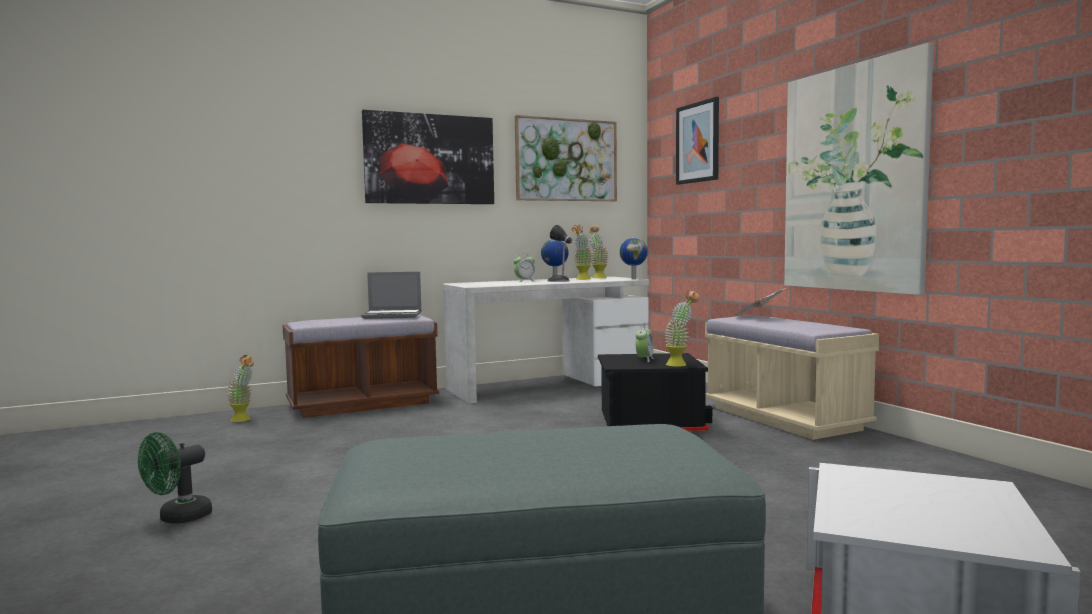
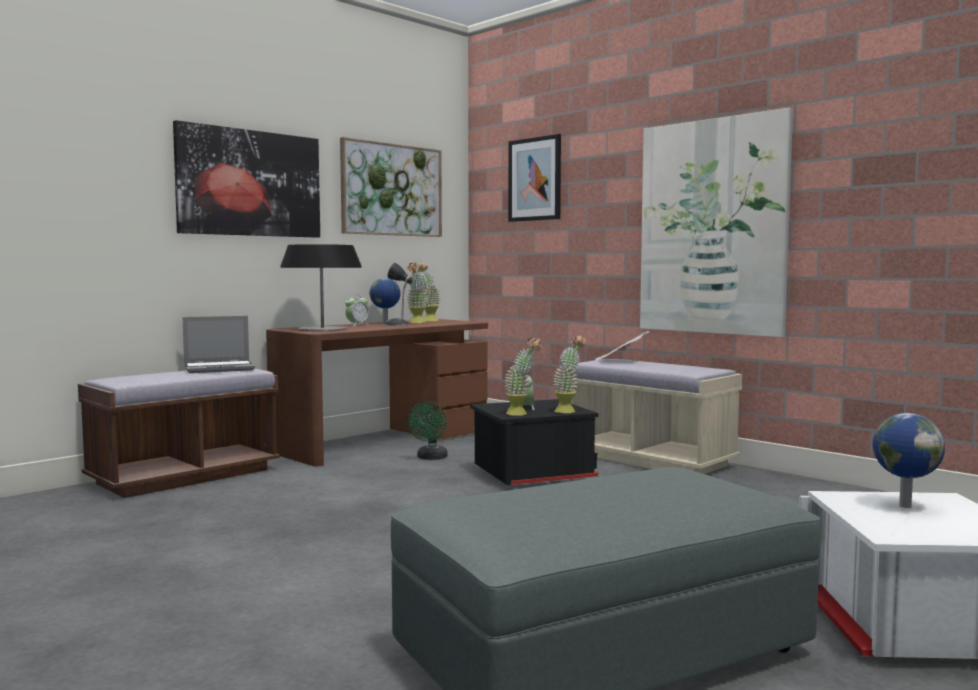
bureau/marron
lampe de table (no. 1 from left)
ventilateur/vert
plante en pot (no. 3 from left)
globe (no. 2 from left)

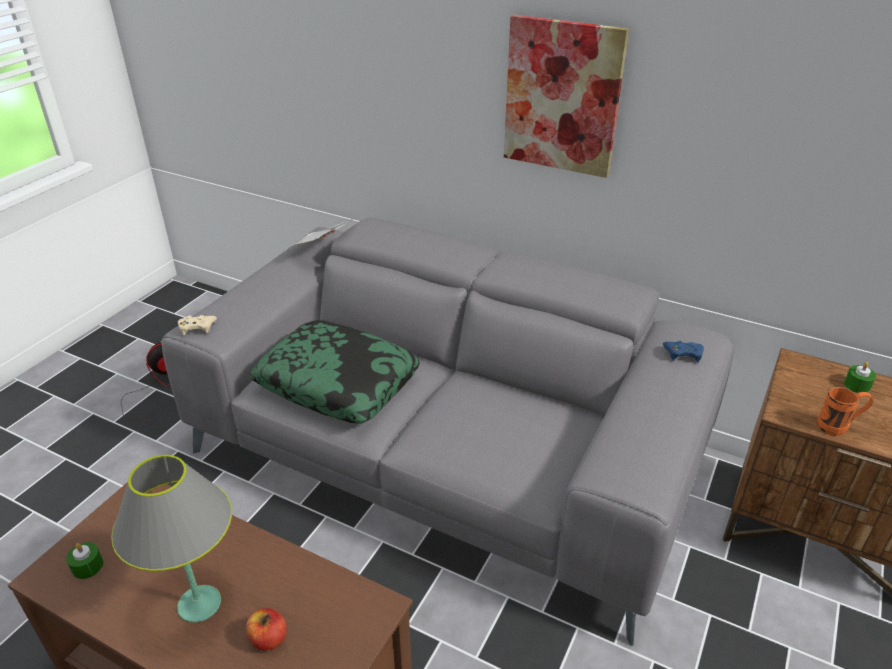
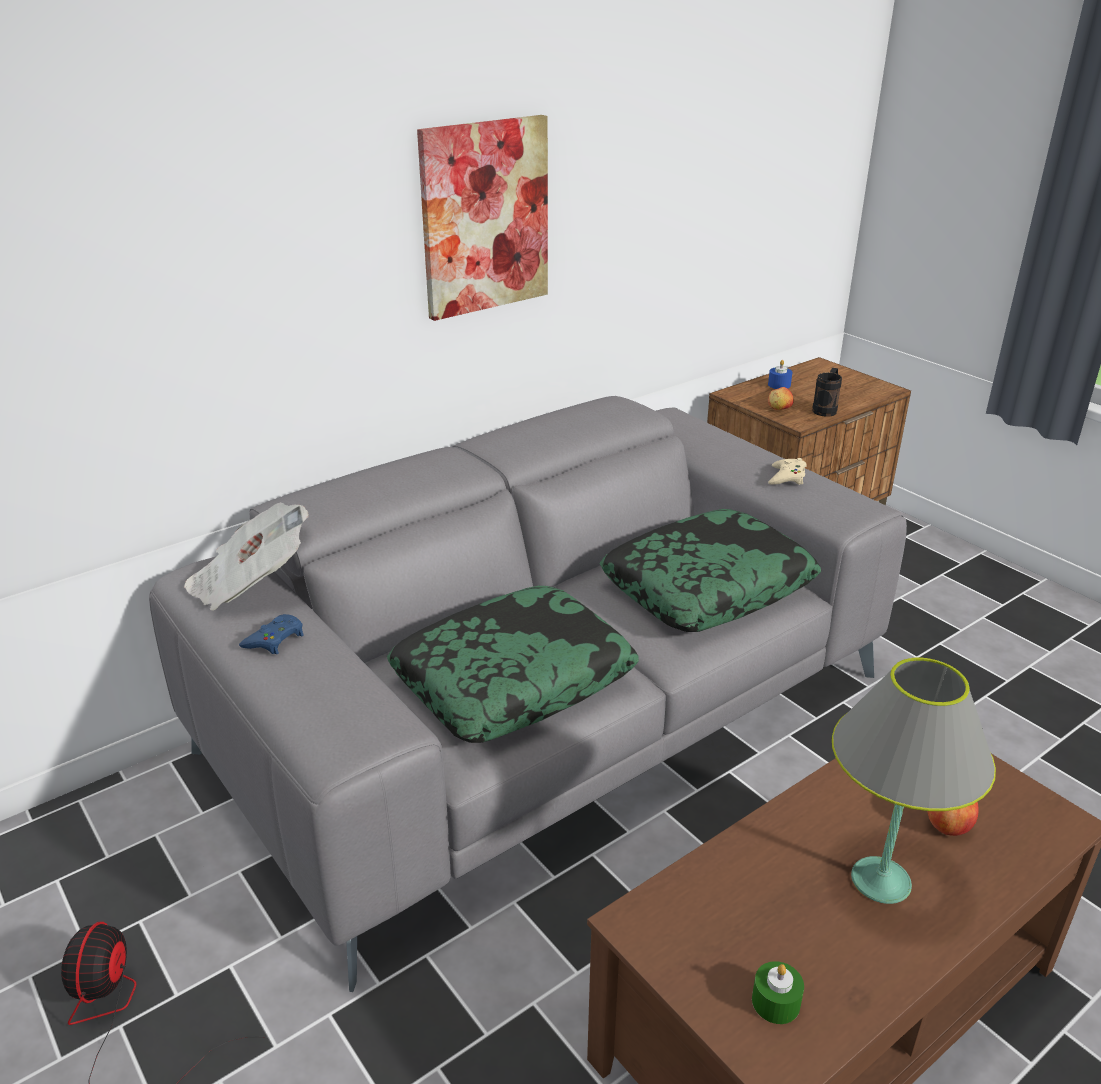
manette/bleu
coussin (no. 2 from left)
bougie/bleu
pomme (no. 1 from left)
manette/beige
mug/noir

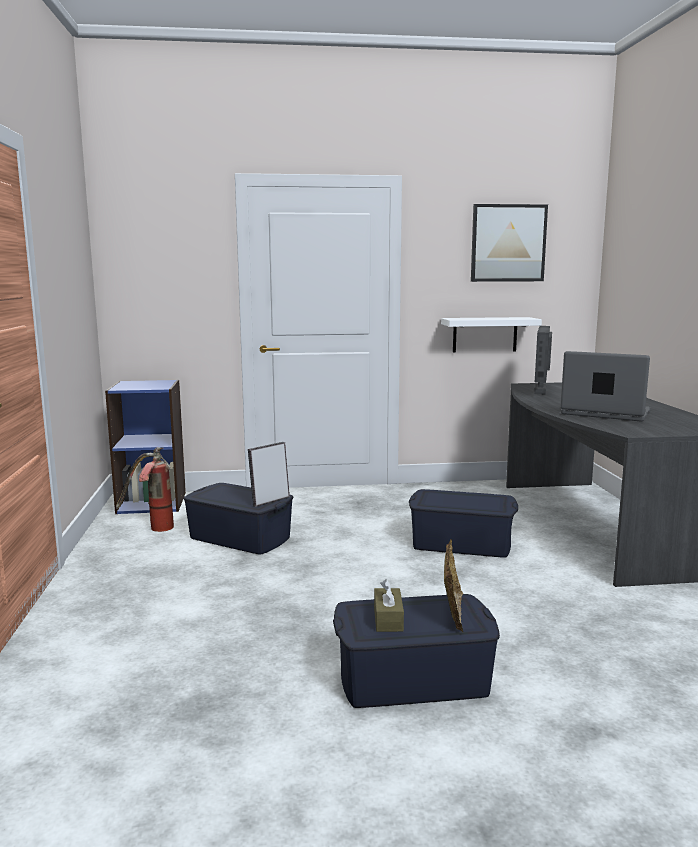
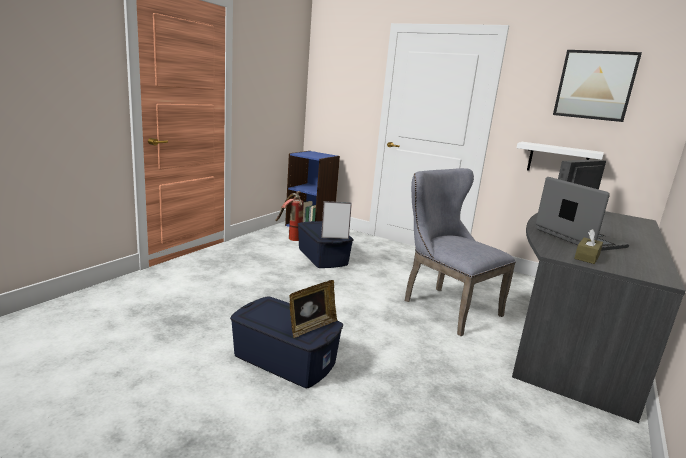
chaise/gris
boîte à mouchoirs/marron

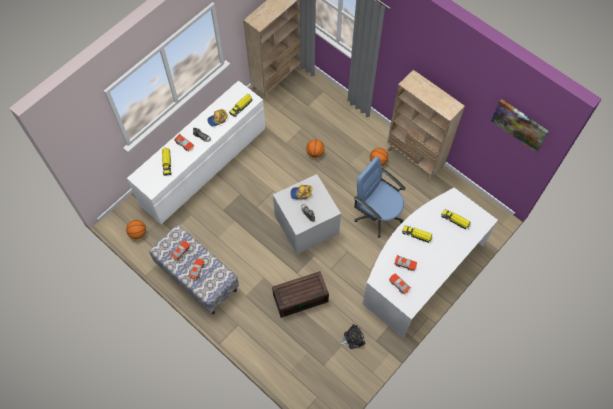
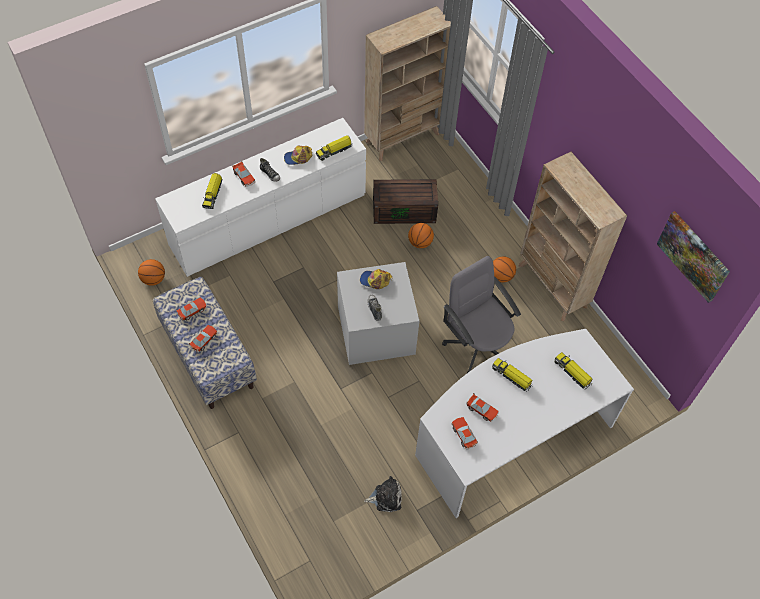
boîte de rangement/marron
chaise de bureau/gris

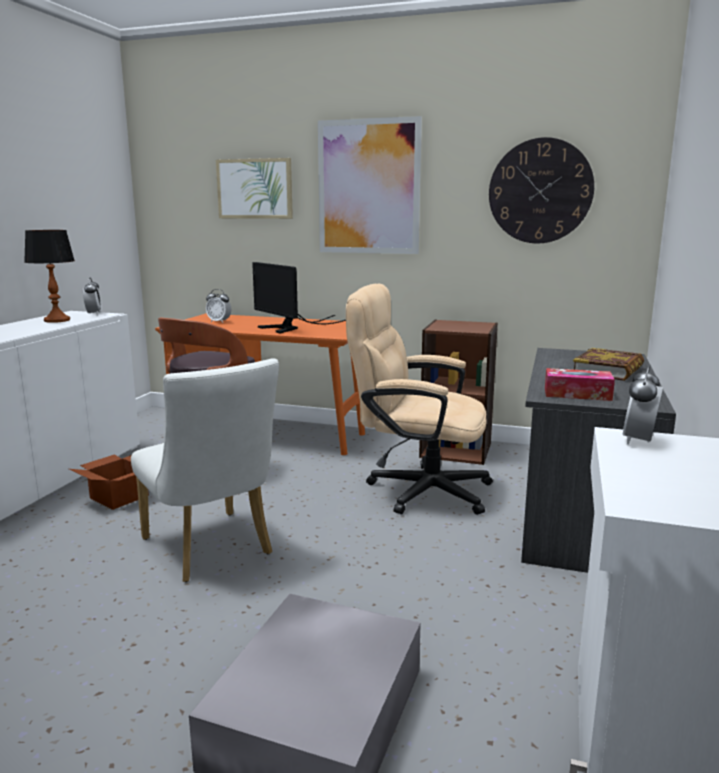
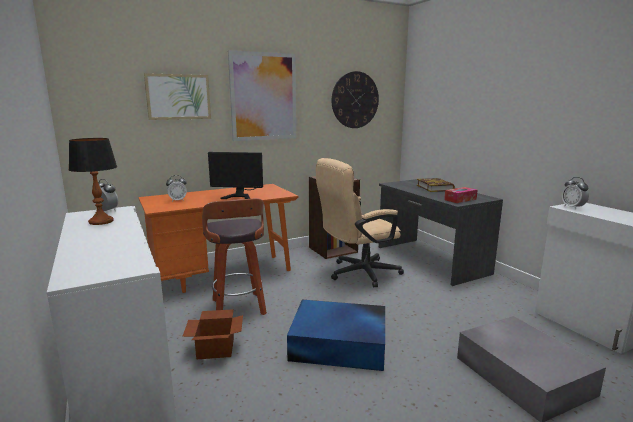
boîte de rangement/bleu

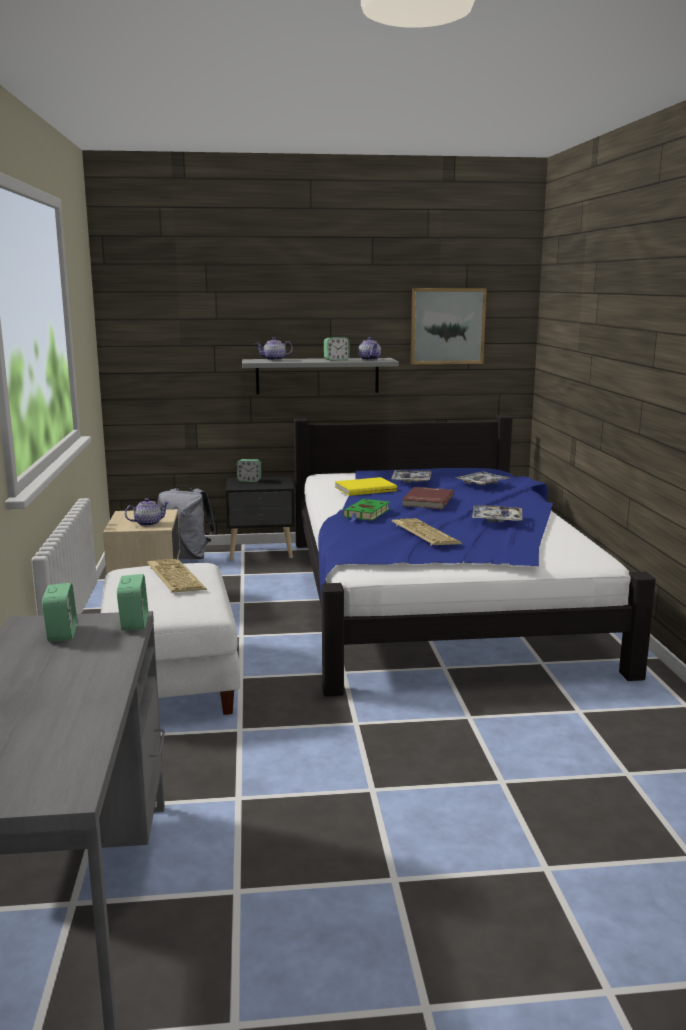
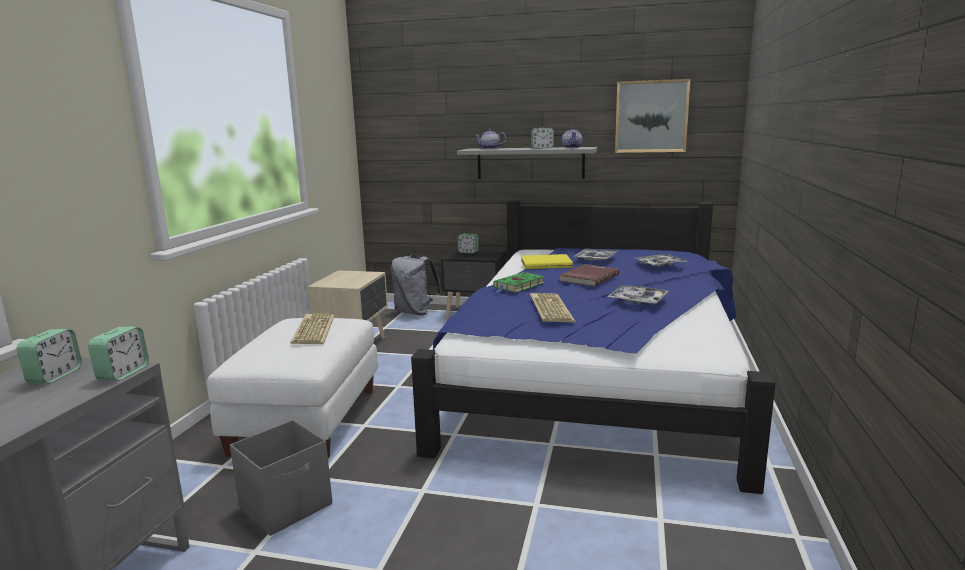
boîte de rangement/gris
théière (no. 1 from left in the first image)

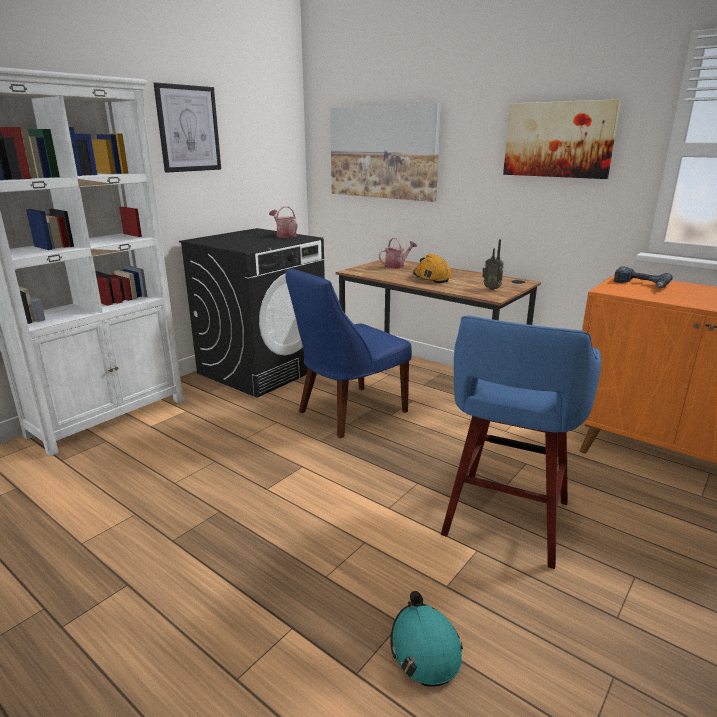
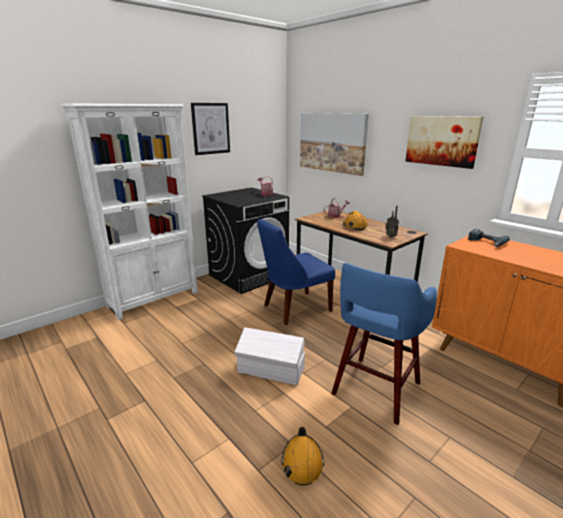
boîte de rangement/blanc
casque de chantier/orange (no. 1 from left)

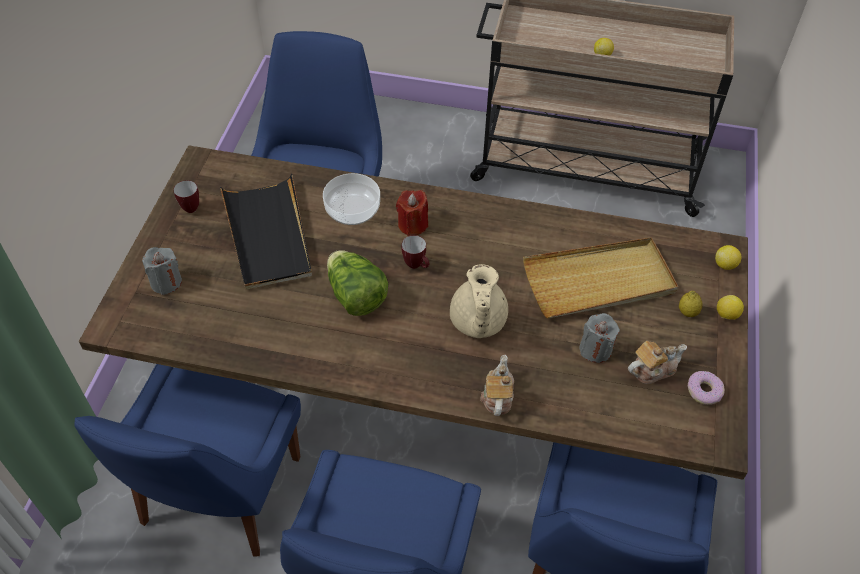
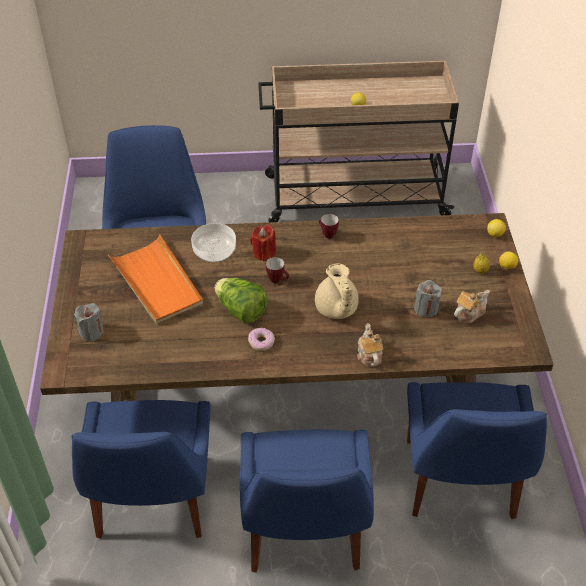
plateau/orange
beignet
mug (no. 2 from left)
plateau/beige

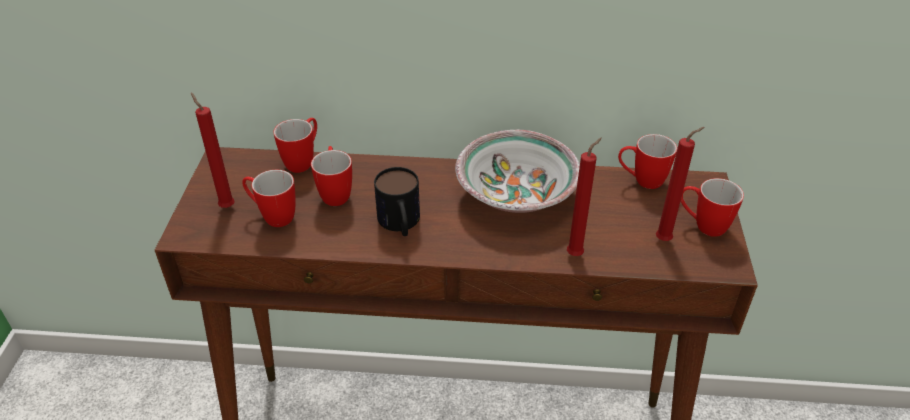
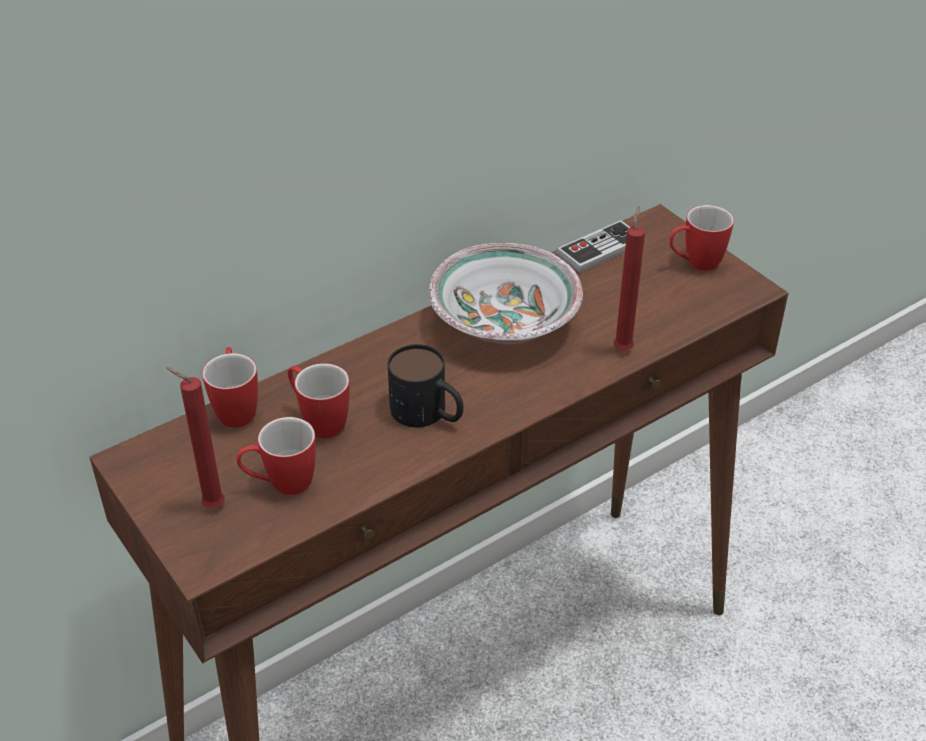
manette
bougie/rouge (no. 3 from left in the first image)

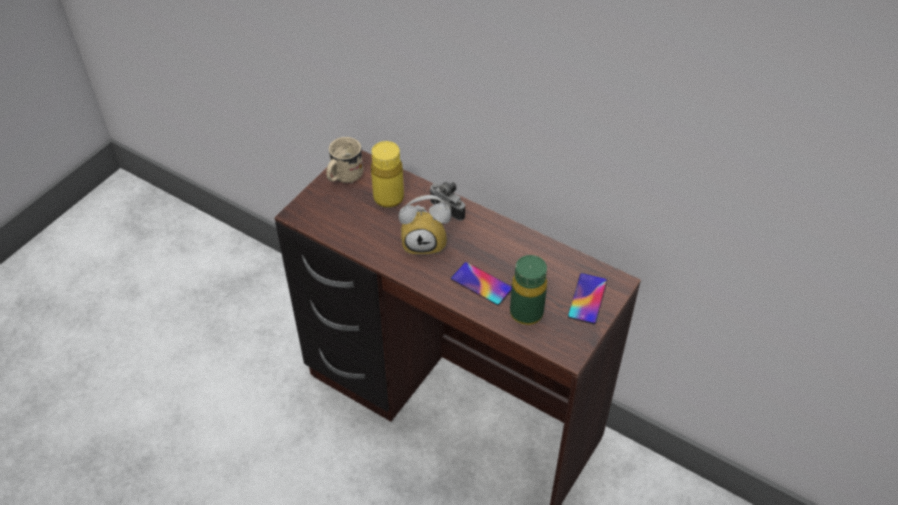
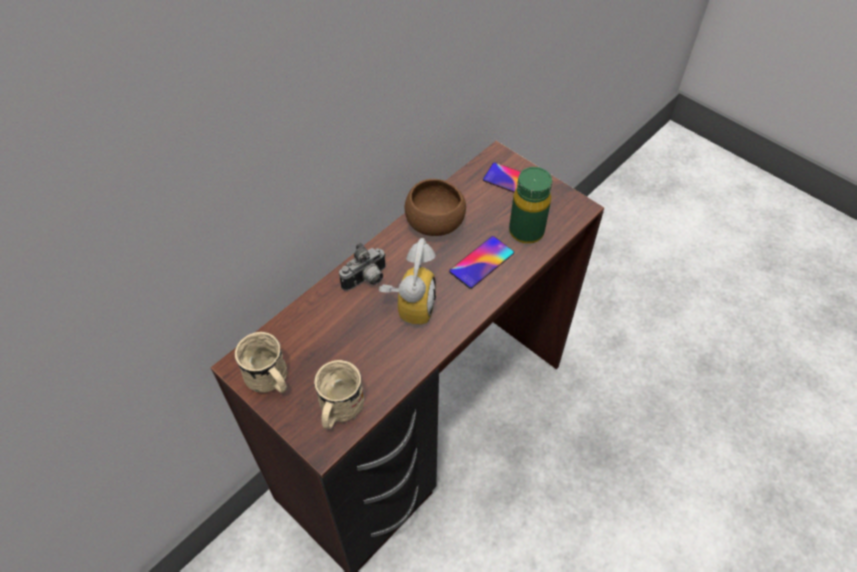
mug/beige (no. 2 from left)
bol/marron
bouteille/jaune

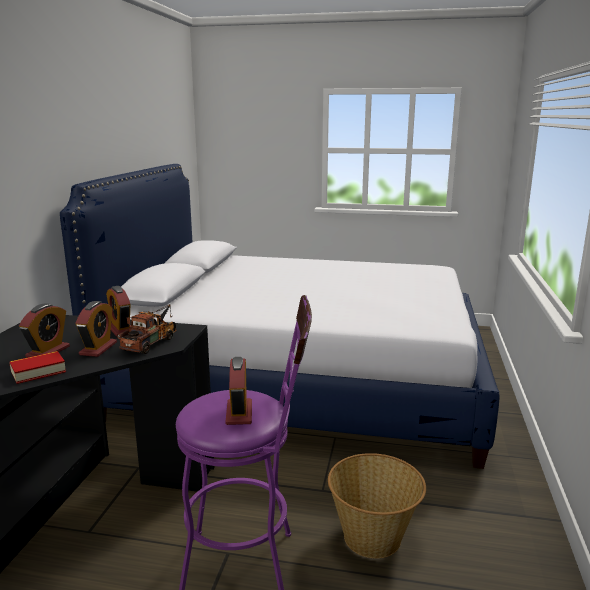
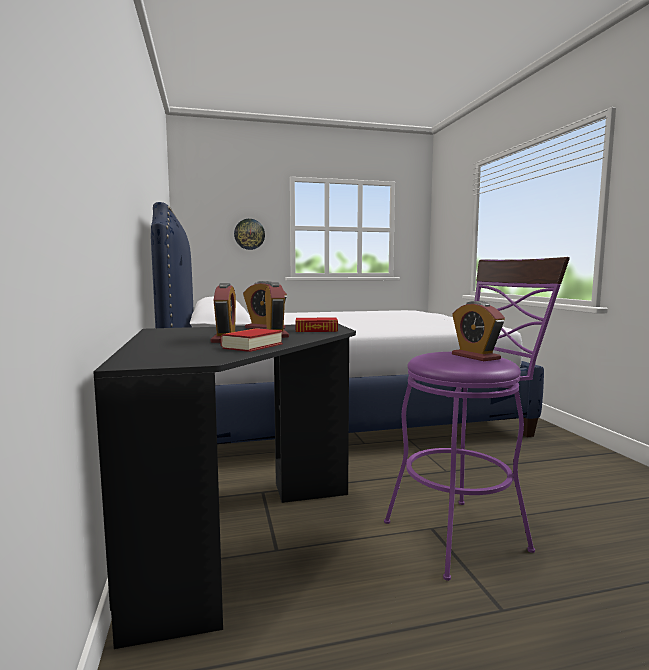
horloge murale
livre (no. 2 from left)
panier

